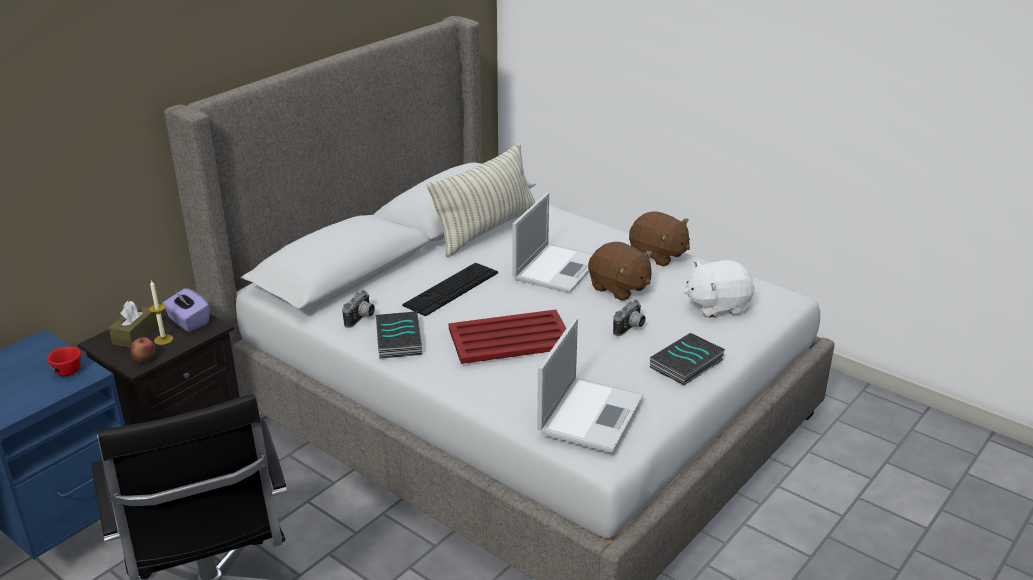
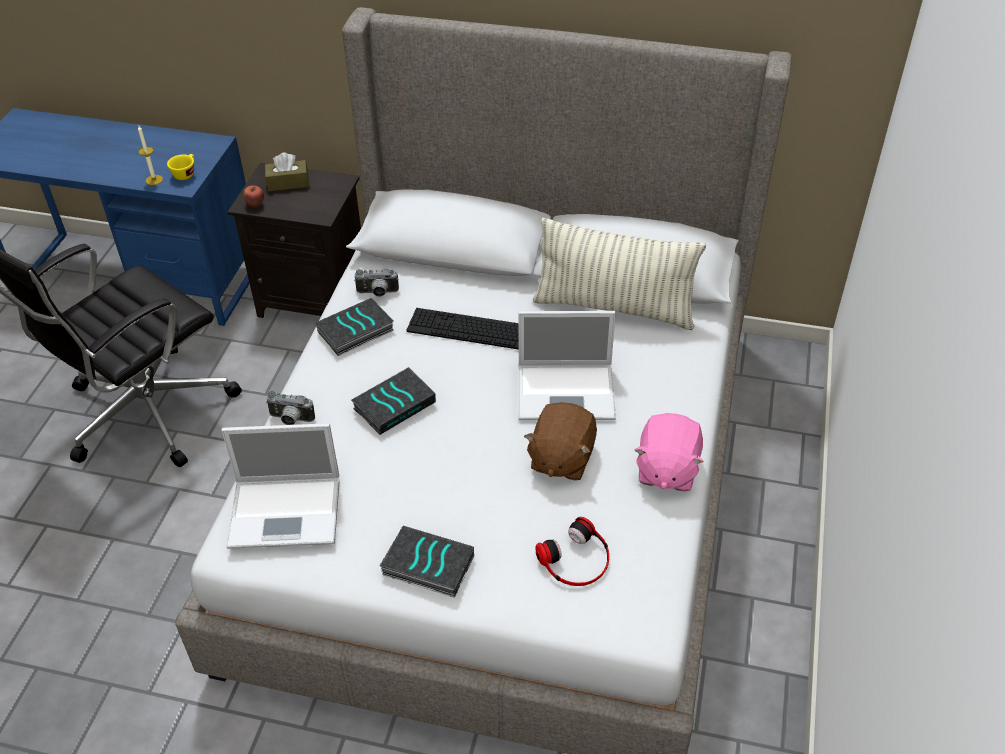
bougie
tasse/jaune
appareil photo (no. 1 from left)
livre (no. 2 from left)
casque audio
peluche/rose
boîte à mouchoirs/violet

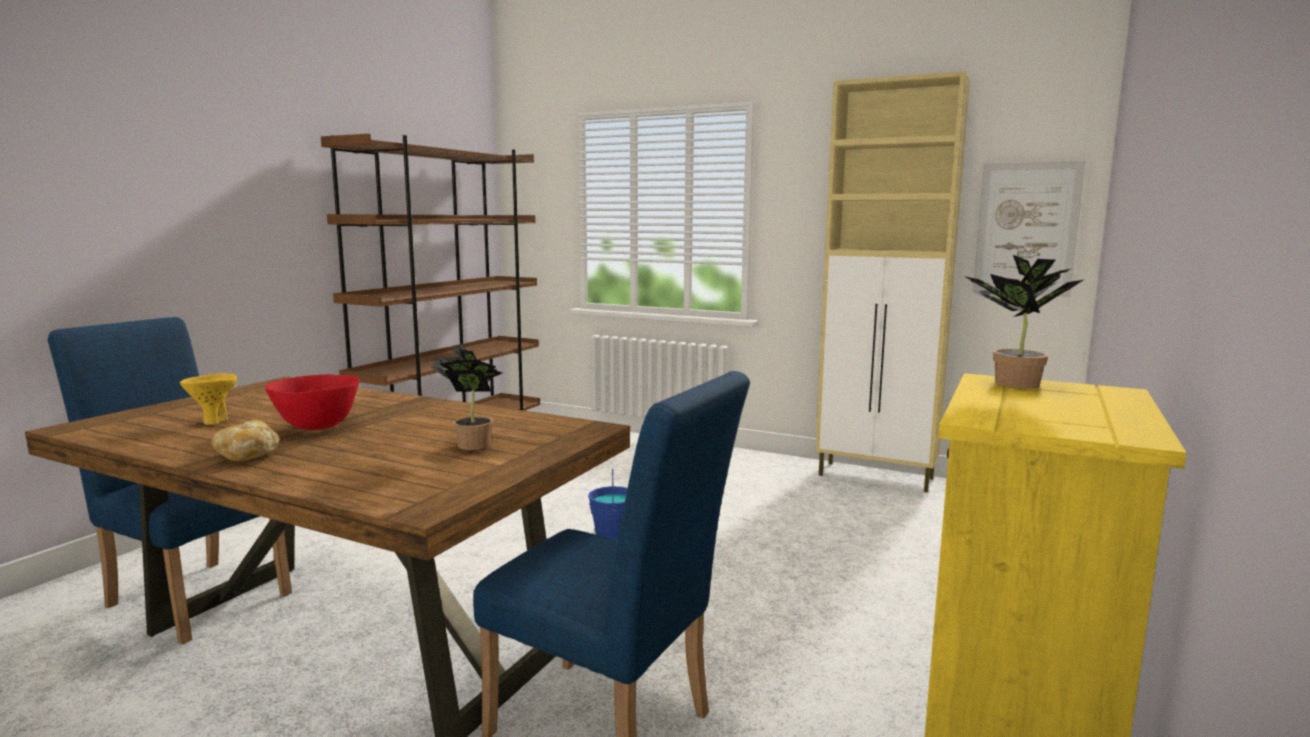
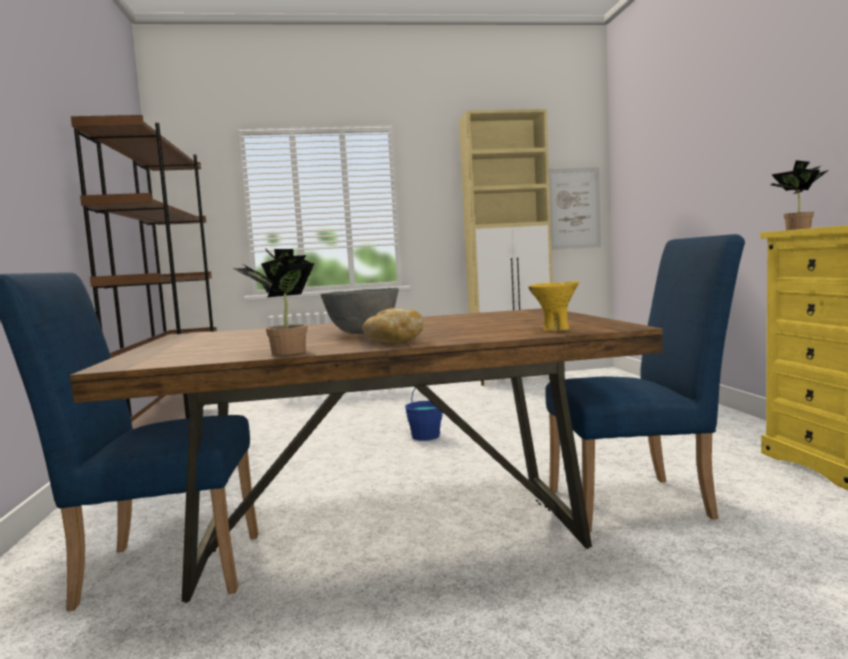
plante en pot (no. 1 from left)
bol/gris
bol/jaune

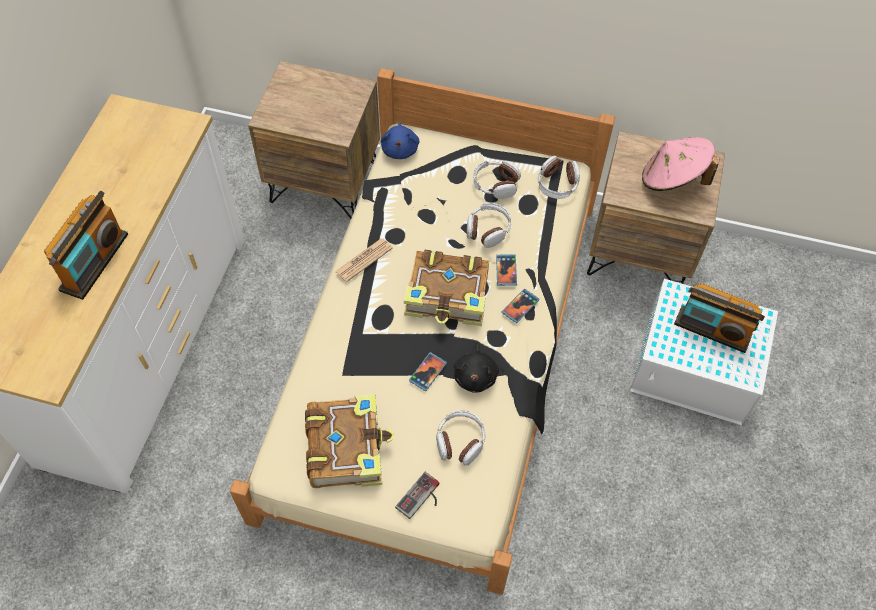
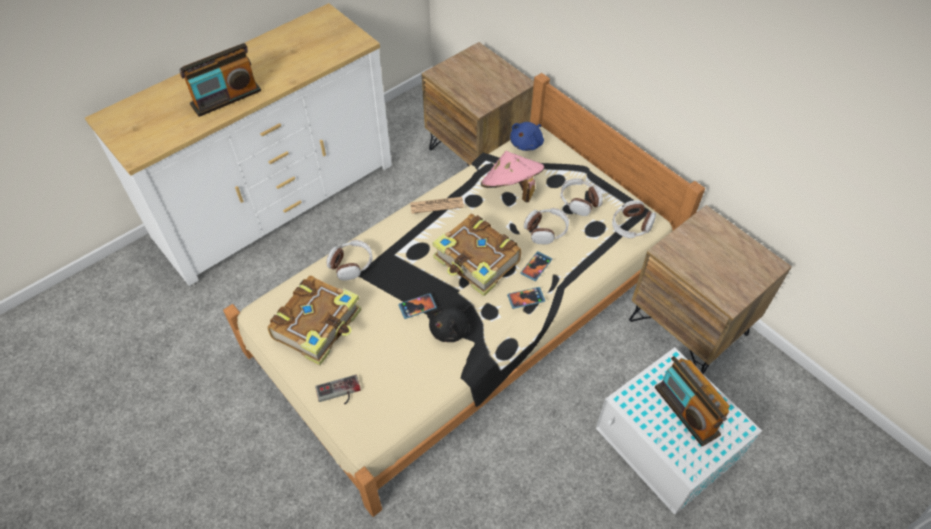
casque audio (no. 1 from left)
chapeau/rose

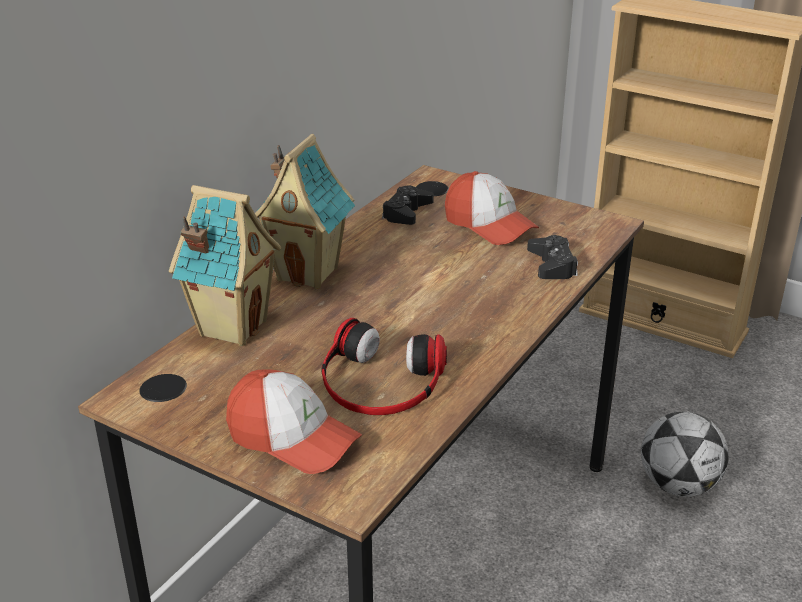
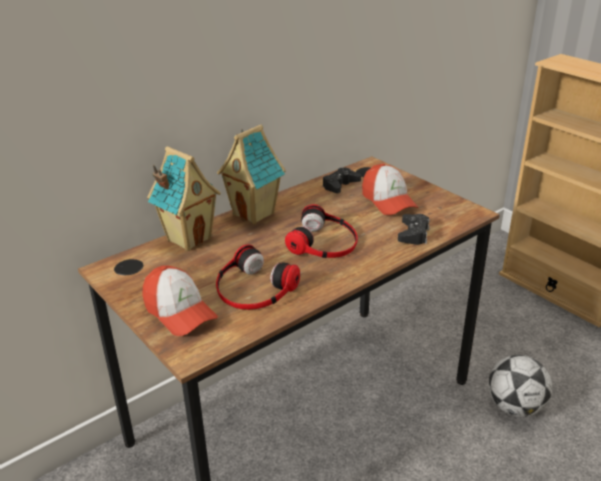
casque audio (no. 2 from left)

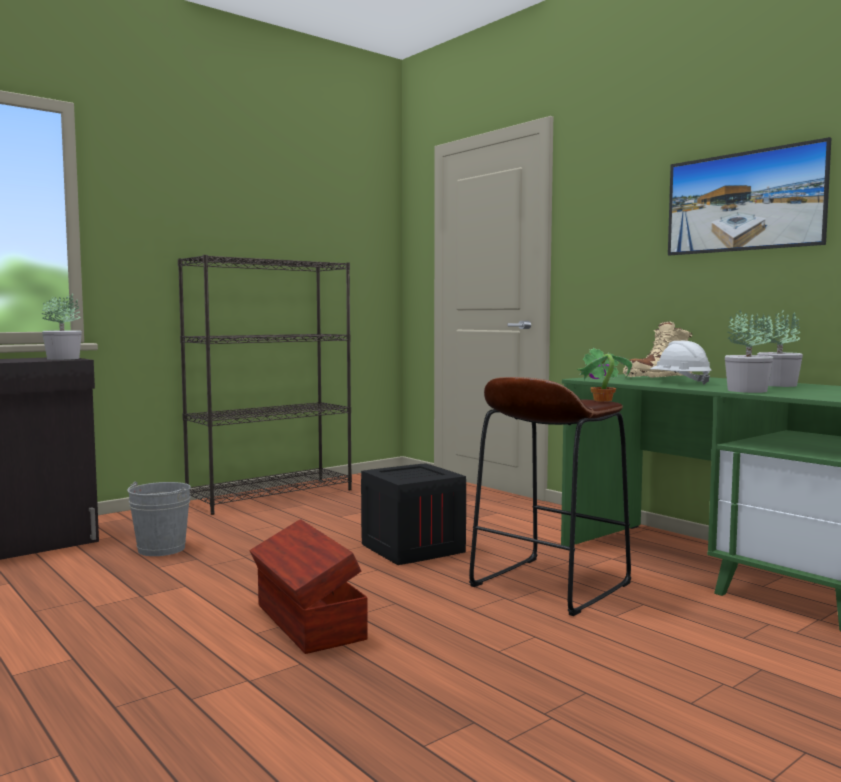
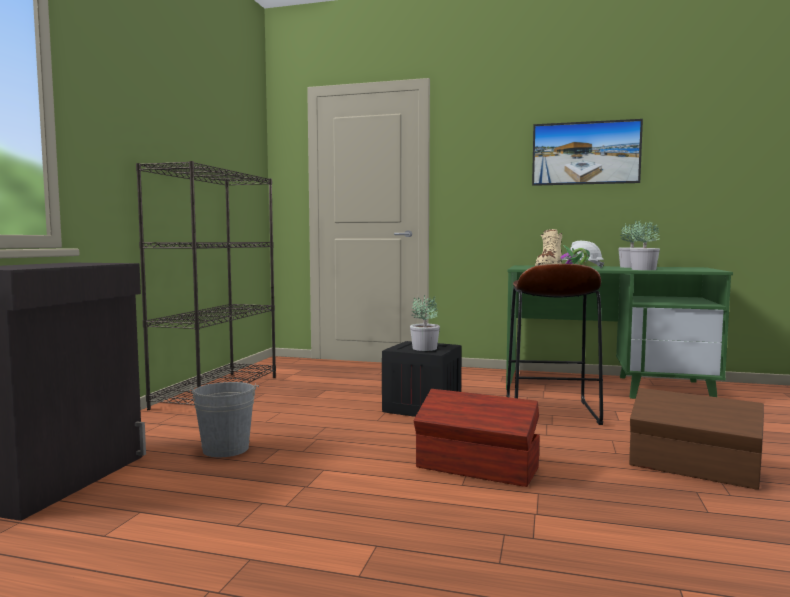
plante en pot (no. 1 from left)
boîte de rangement/marron (no. 2 from left)

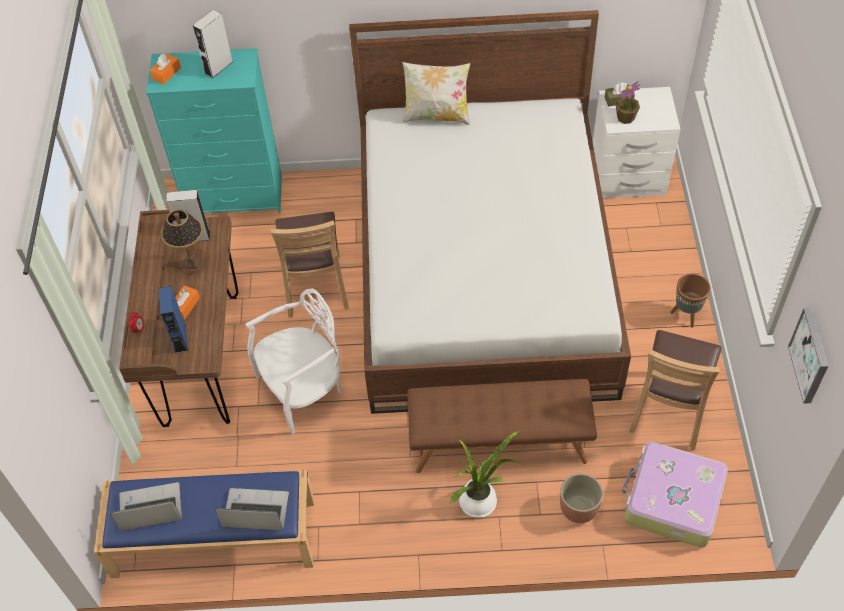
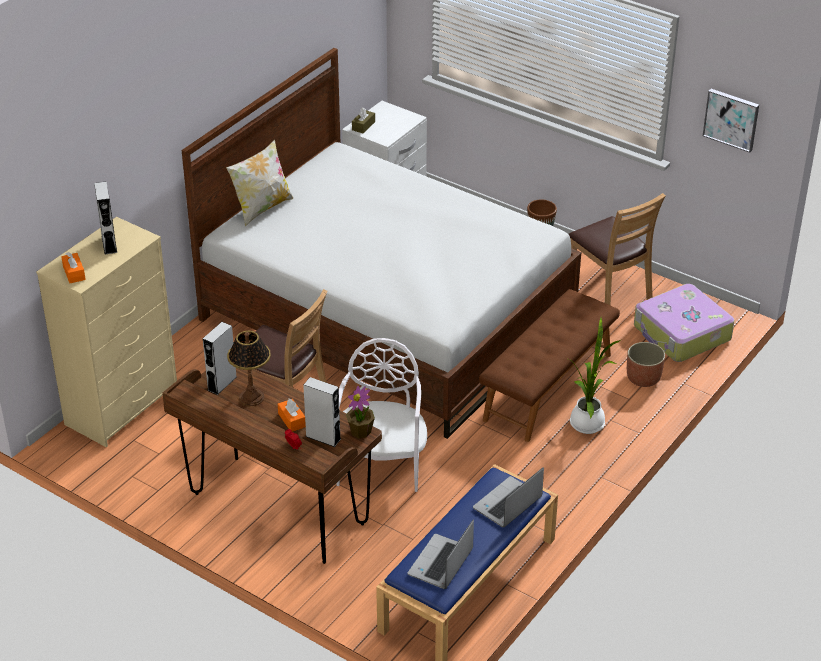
commode/beige
enceinte/gris (no. 3 from left)
plante en pot (no. 1 from left)

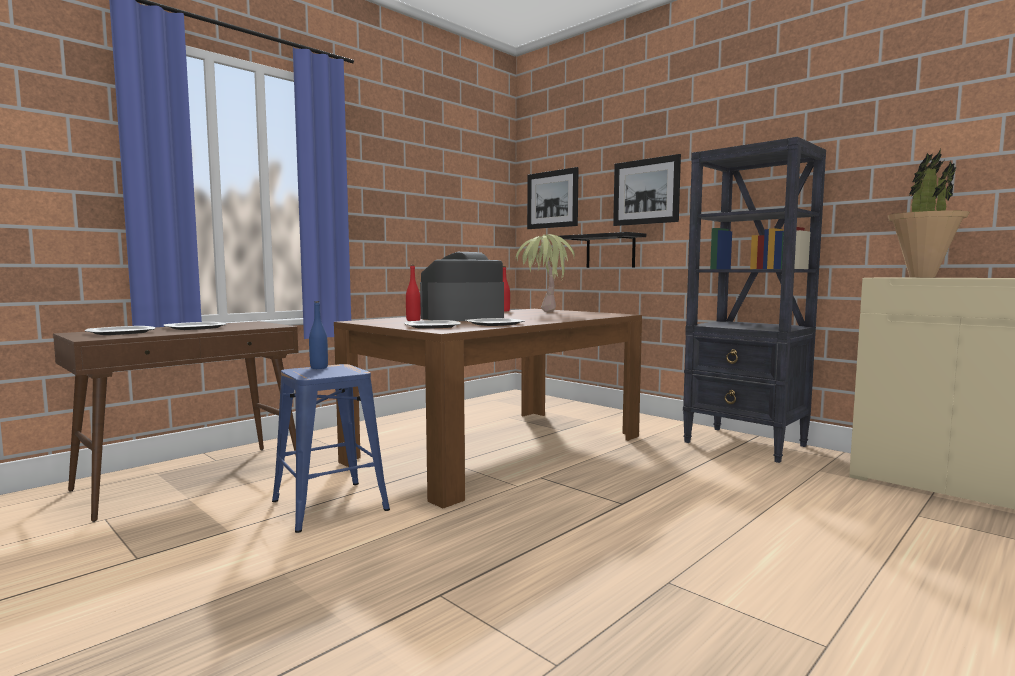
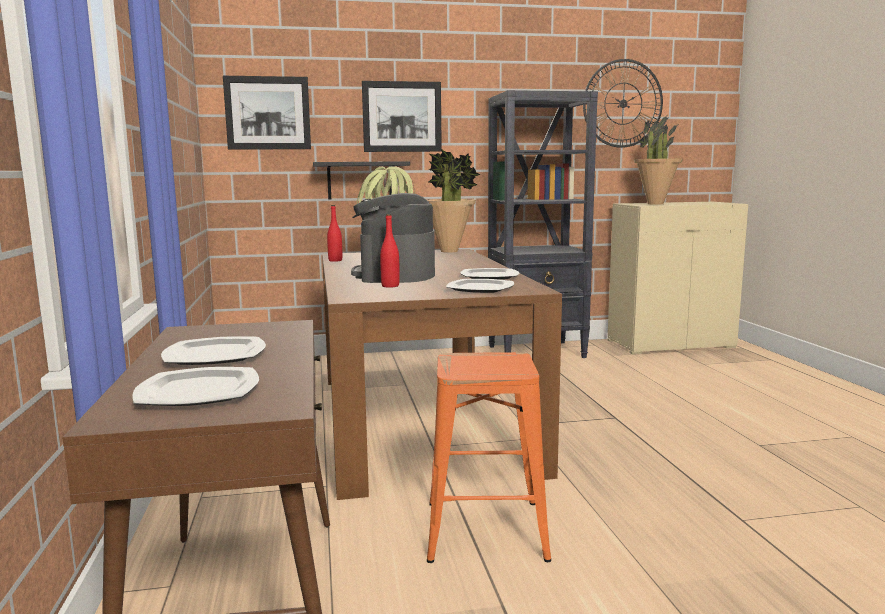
plante en pot (no. 2 from left)
tabouret/orange
horloge murale
bouteille/bleu

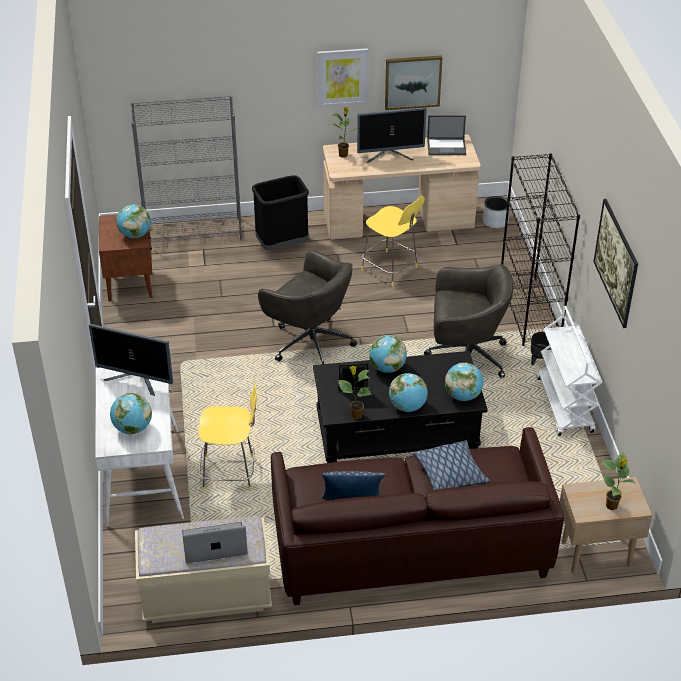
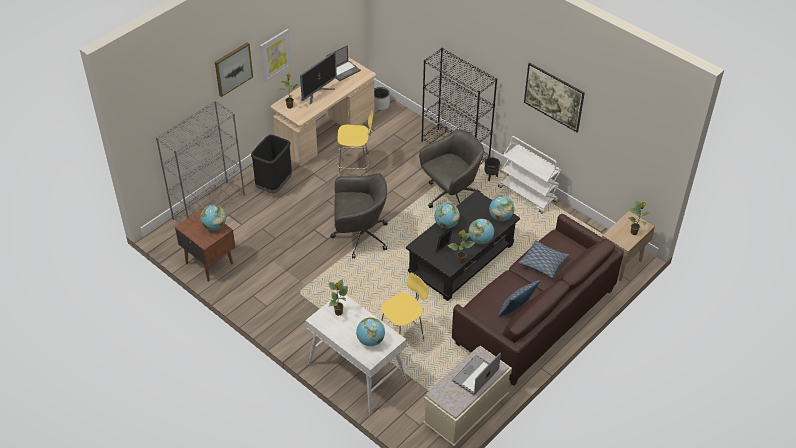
tableau (no. 1 from left)
plante en pot (no. 2 from left)

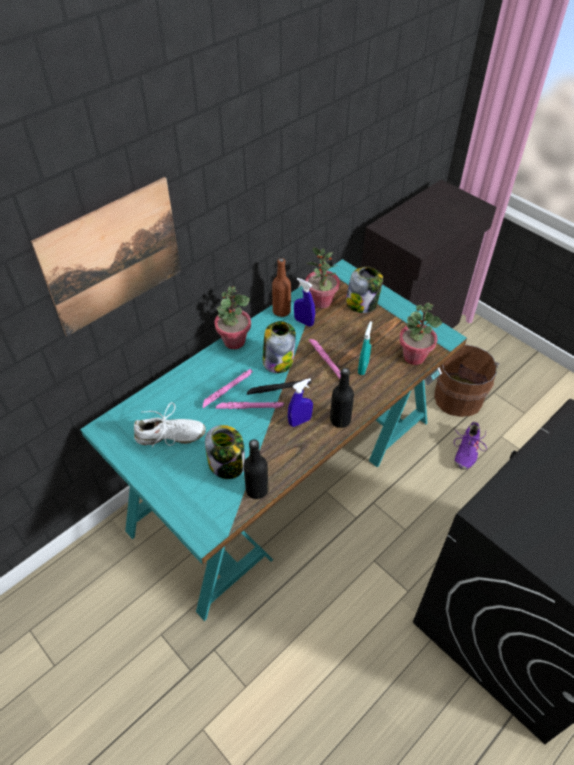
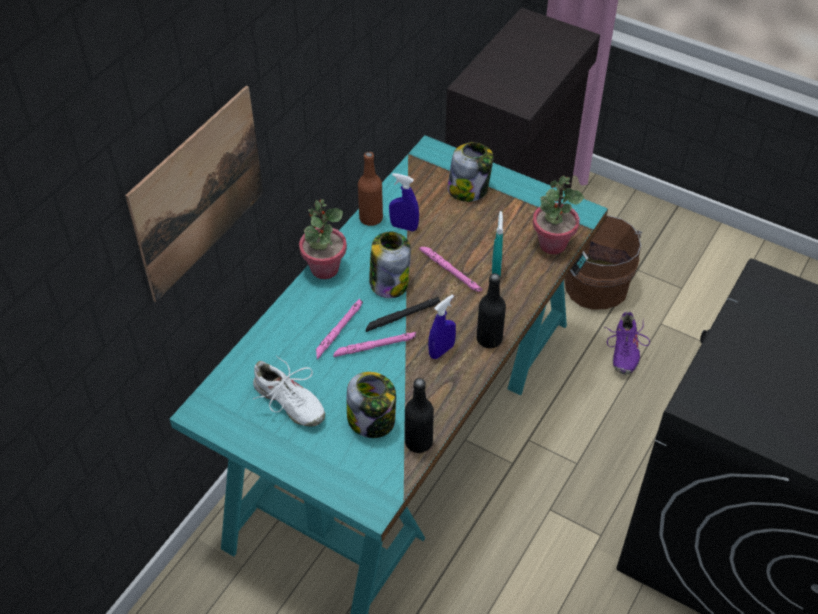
chaussure/blanc
plante en pot (no. 2 from left in the first image)

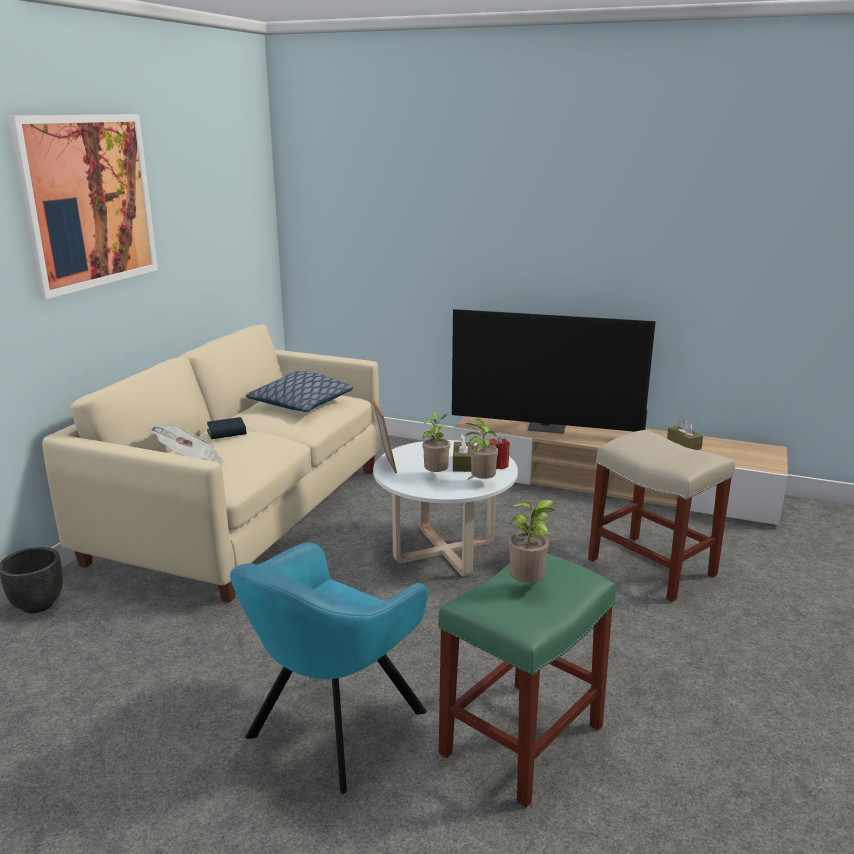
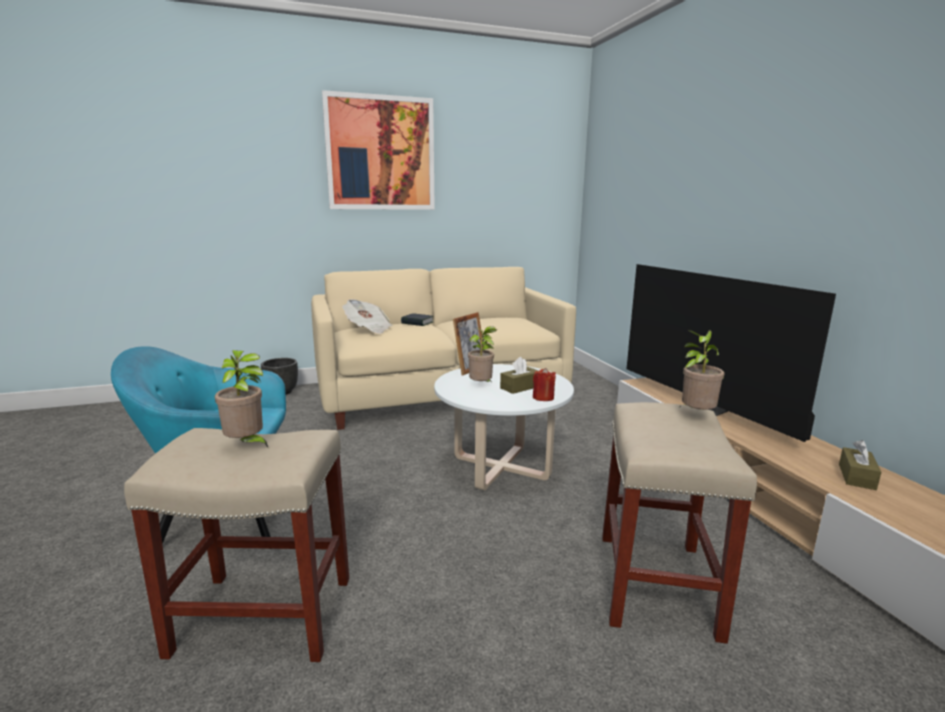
tabouret/beige (no. 1 from left)
plante en pot (no. 3 from left)
coussin

